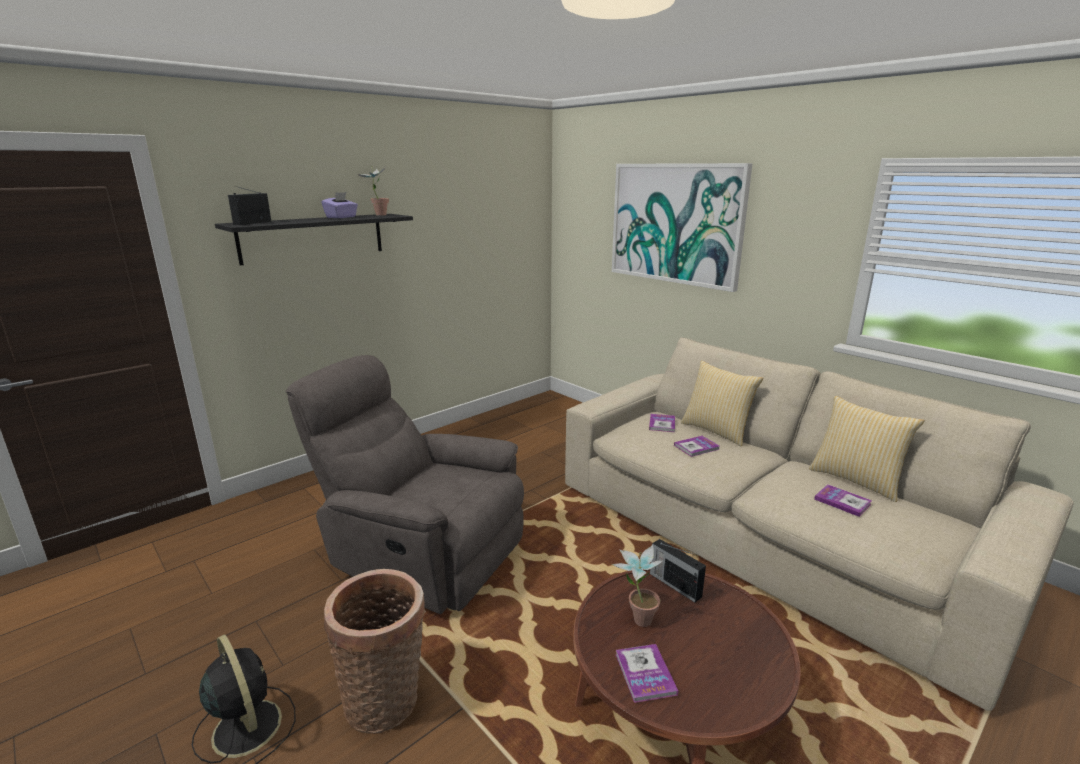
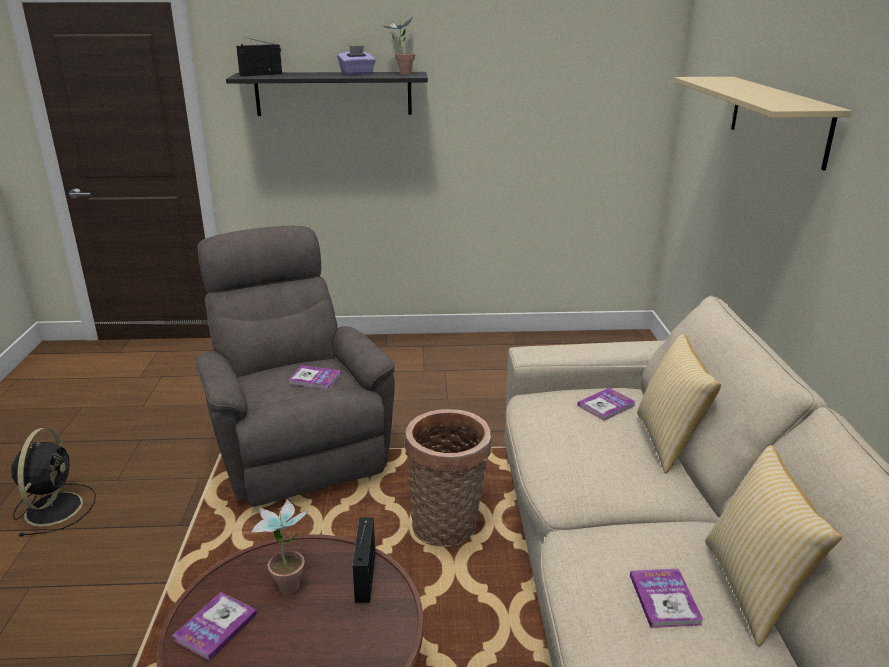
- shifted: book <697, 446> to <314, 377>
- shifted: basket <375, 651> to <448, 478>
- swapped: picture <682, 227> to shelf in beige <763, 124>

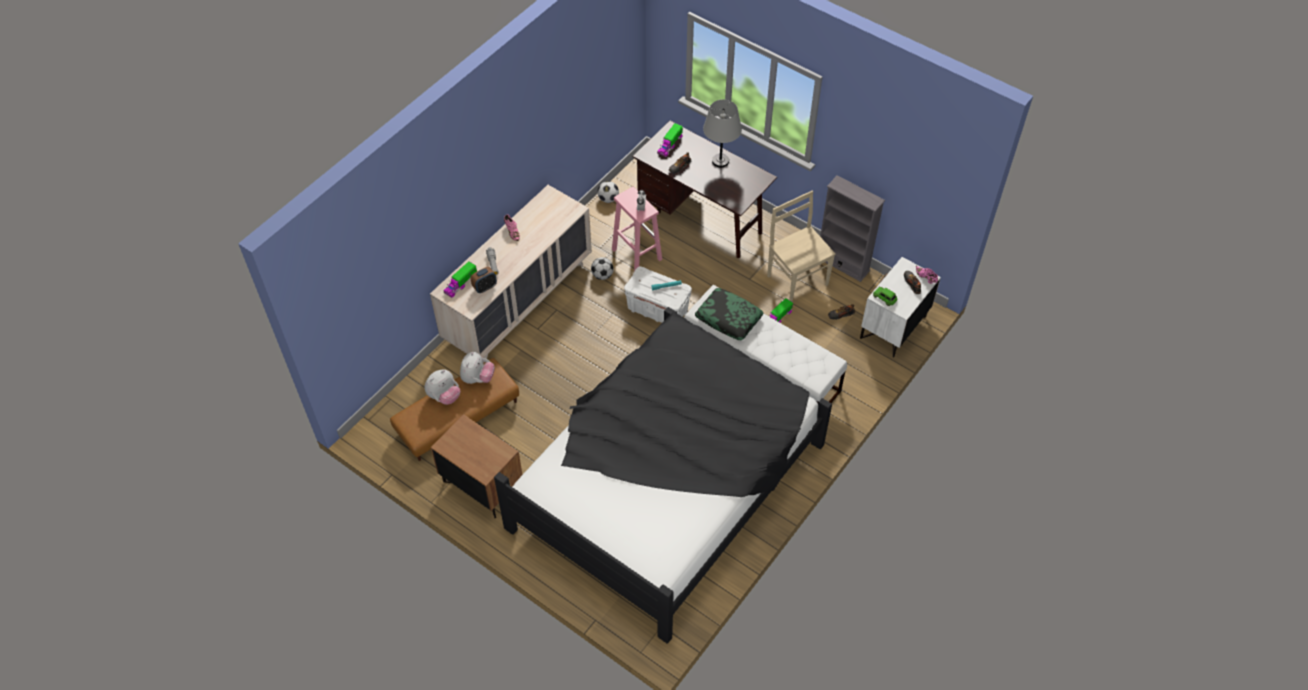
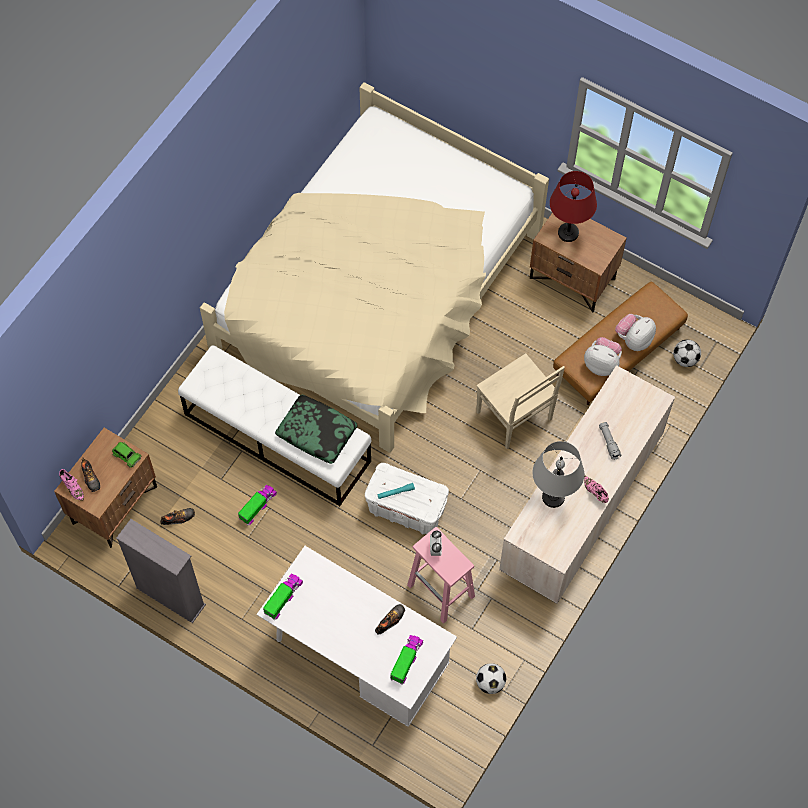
- repainted: nightstand in white <900, 307> to nightstand in brown <105, 488>
- repainted: bed in black <663, 475> to bed in beige <374, 267>
- repainted: desk in brown <704, 189> to desk in white <357, 636>
- shifted: toy truck <460, 279> to <283, 597>
- shifted: chair in beige <801, 246> to <520, 401>
- shifted: table lamp in grey <722, 133> to <558, 474>
- new: table lamp in red <573, 206>
- rotated: plush toy <477, 368> = <603, 356> 105 degrees clockwise
- shifted: football <602, 268> to <687, 353>
- gone: alarm clock <484, 280>

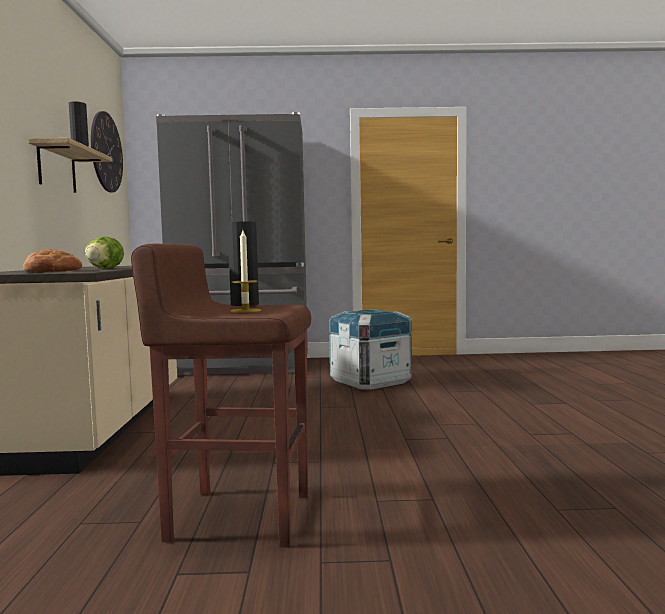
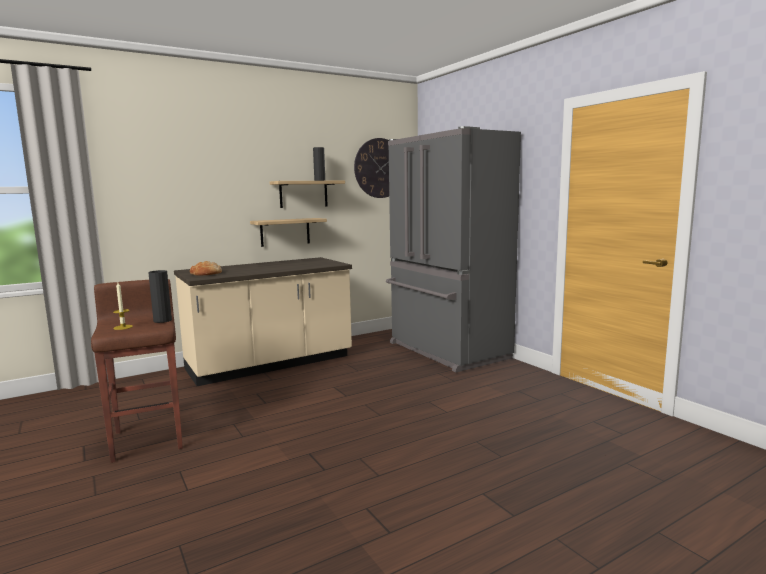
- new: shelf <288, 232>
- gone: lettuce <104, 252>
- gone: crate <370, 349>

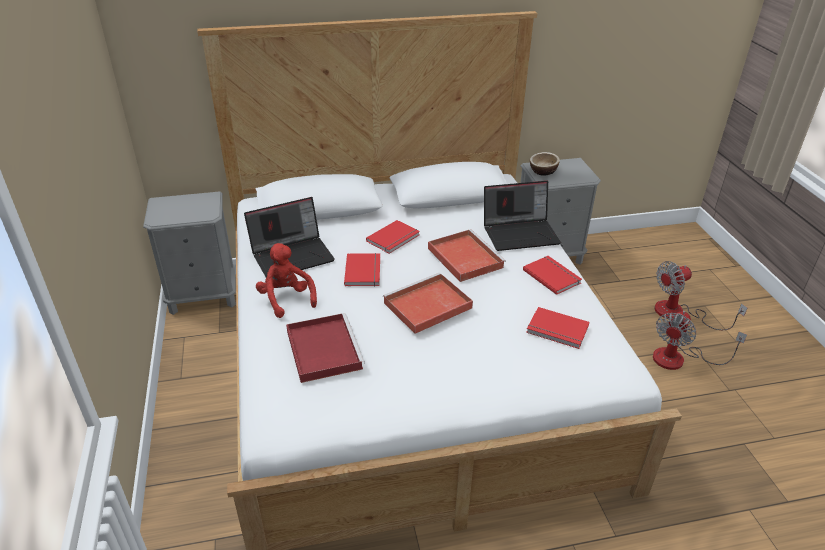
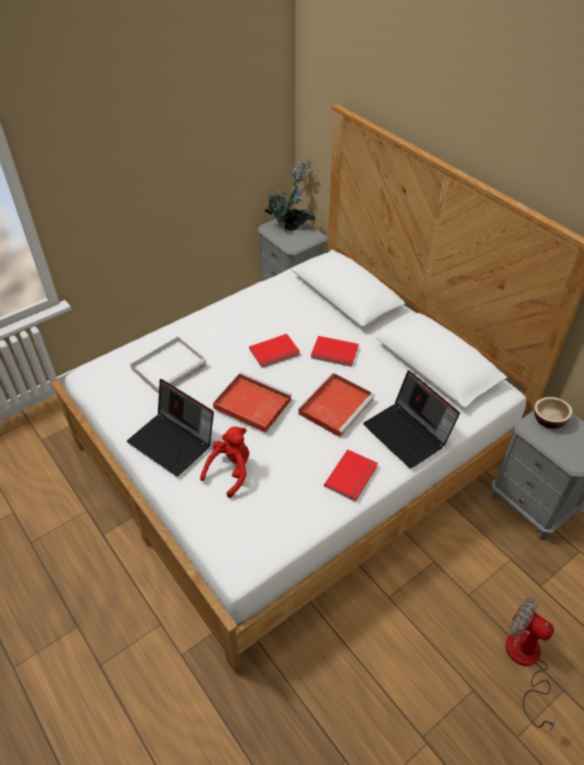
- shifted: laptop <289, 237> to <170, 428>
- repainted: tray in red <325, 348> to tray in white <168, 365>
- shifted: plush toy in red <286, 280> to <224, 462>
- new: potted plant <290, 195>
- gone: book in red <557, 328>
- gone: fan <700, 340>

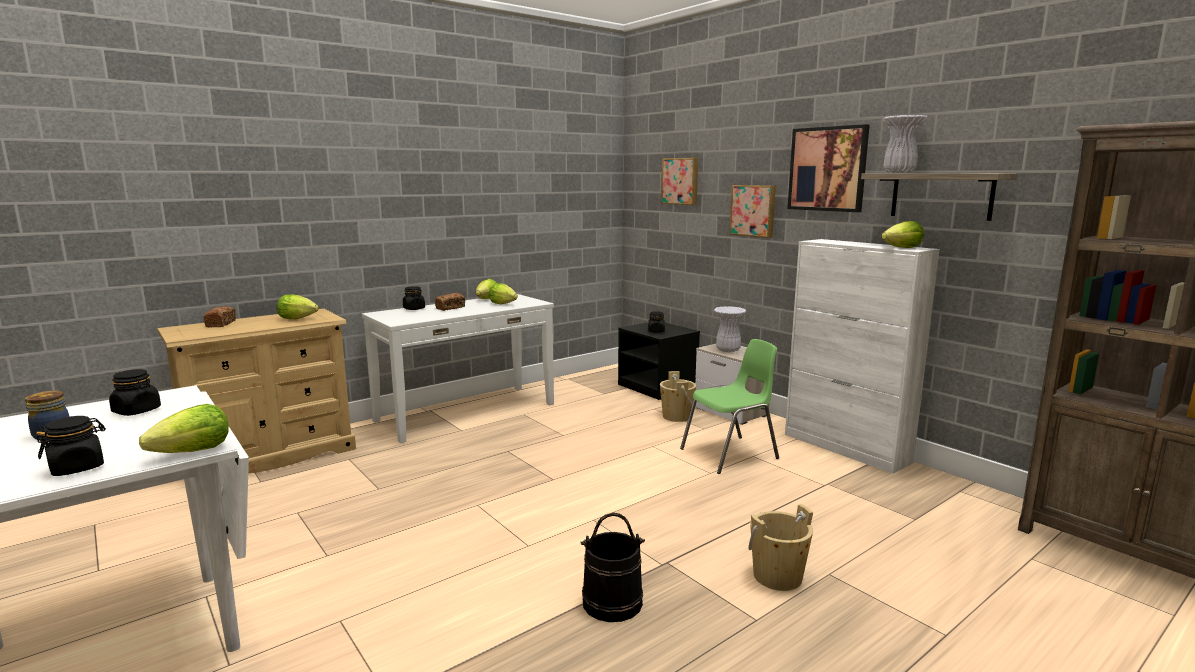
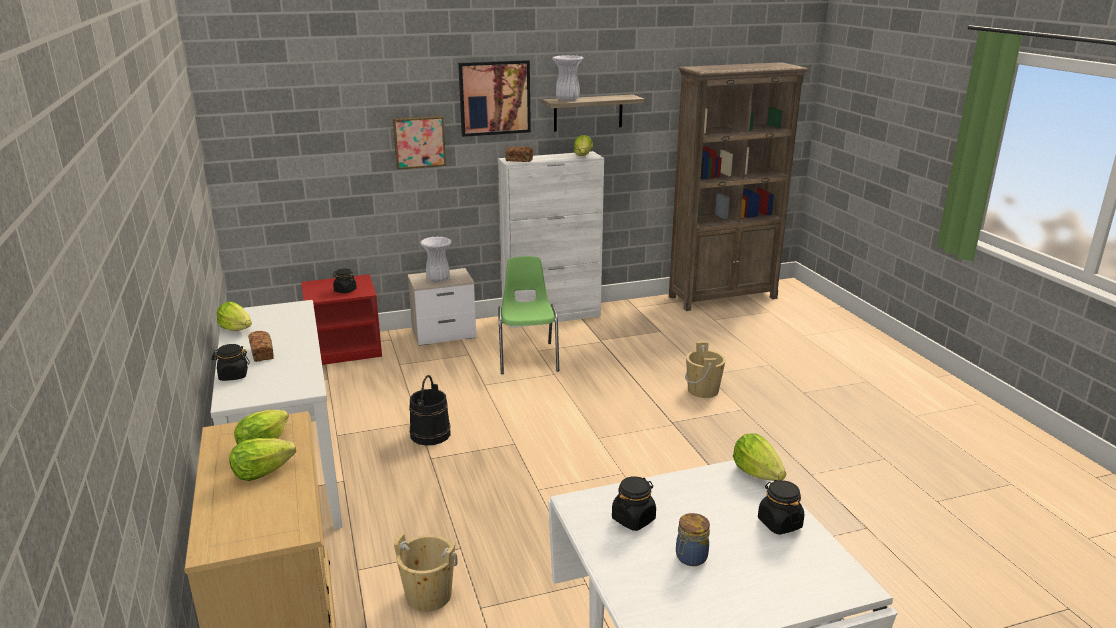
- shifted: lettuce <503, 293> to <262, 459>
- repainted: nightstand in black <659, 361> to nightstand in red <341, 319>
- shifted: bucket in beige <678, 396> to <425, 572>
- shifted: bucket in black <613, 567> to <429, 410>
- shifted: bread <219, 316> to <519, 154>
- gone: picture <679, 181>

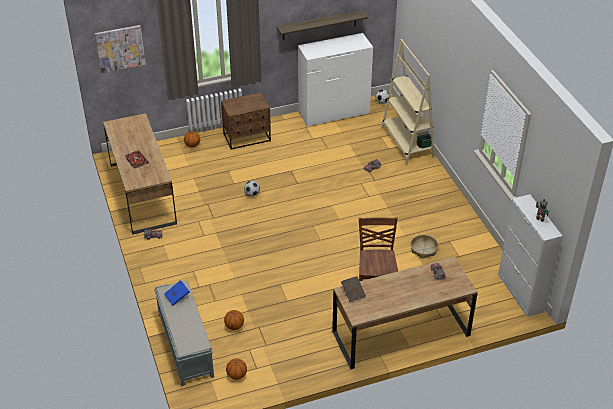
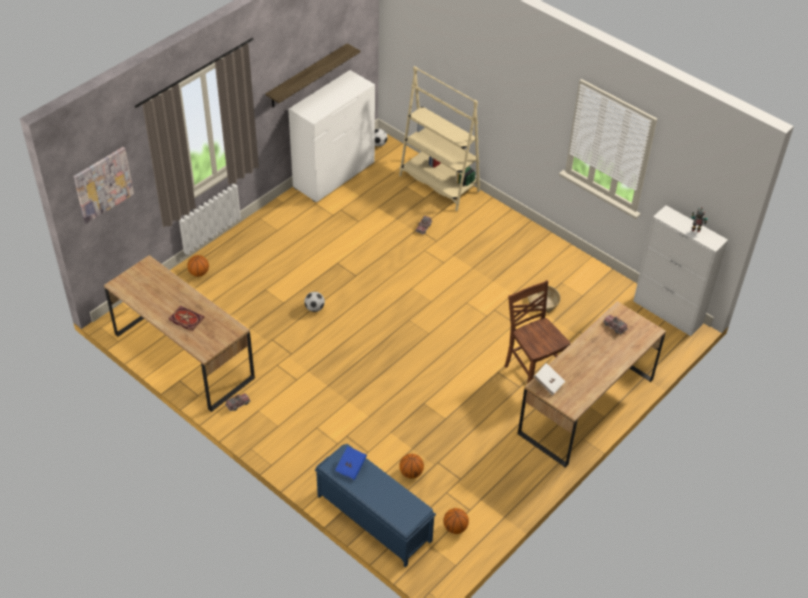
- repainted: bench in grey <184, 333> to bench in blue <375, 505>
- repainted: book in brown <353, 289> to book in white <549, 379>
- gone: nightstand in brown <246, 121>

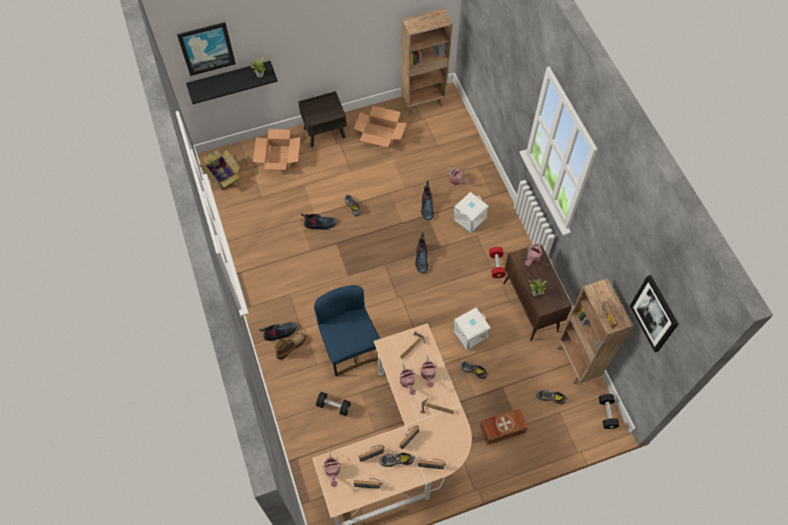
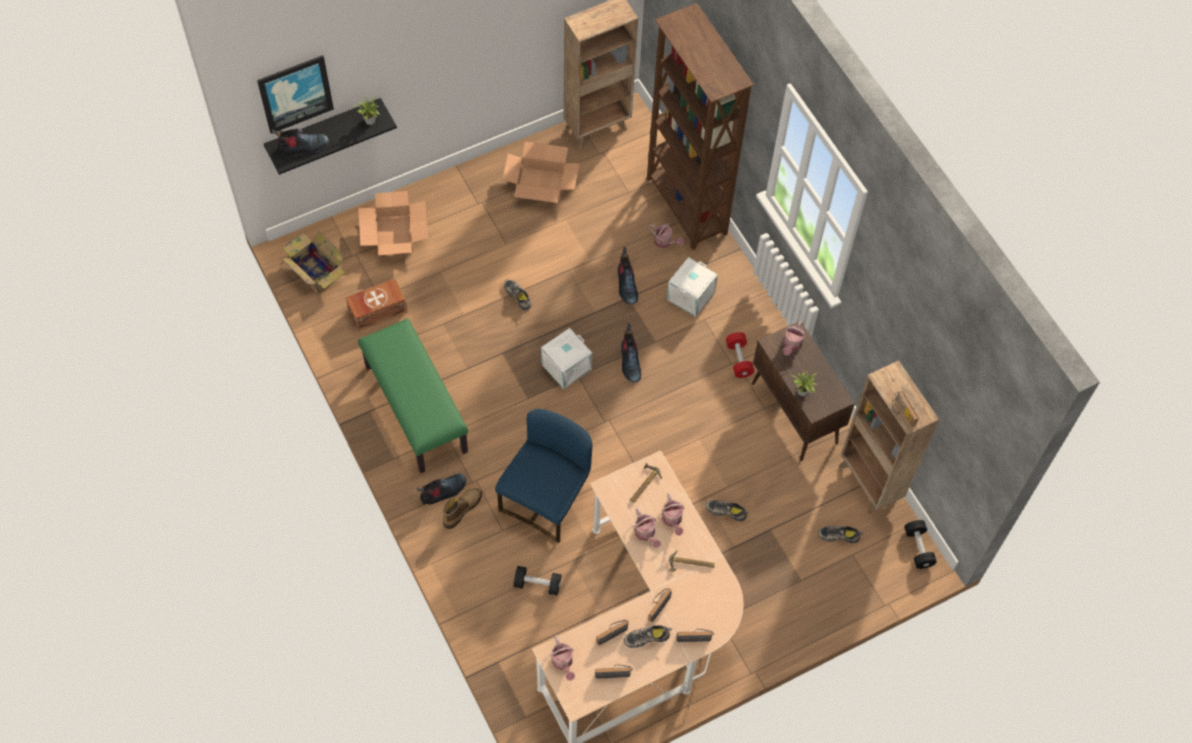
- shifted: boot <319, 221> to <300, 142>
- shifted: storage box in brown <503, 426> to <376, 305>
- new: bench in green <413, 395>
- rotated: chair in blue <347, 330> = <543, 476> 60 degrees clockwise
- shifted: storage box in white <472, 328> to <566, 358>
- new: bookcase in brown <700, 126>
- gone: nightstand in brown <322, 119>
- gone: picture <654, 313>

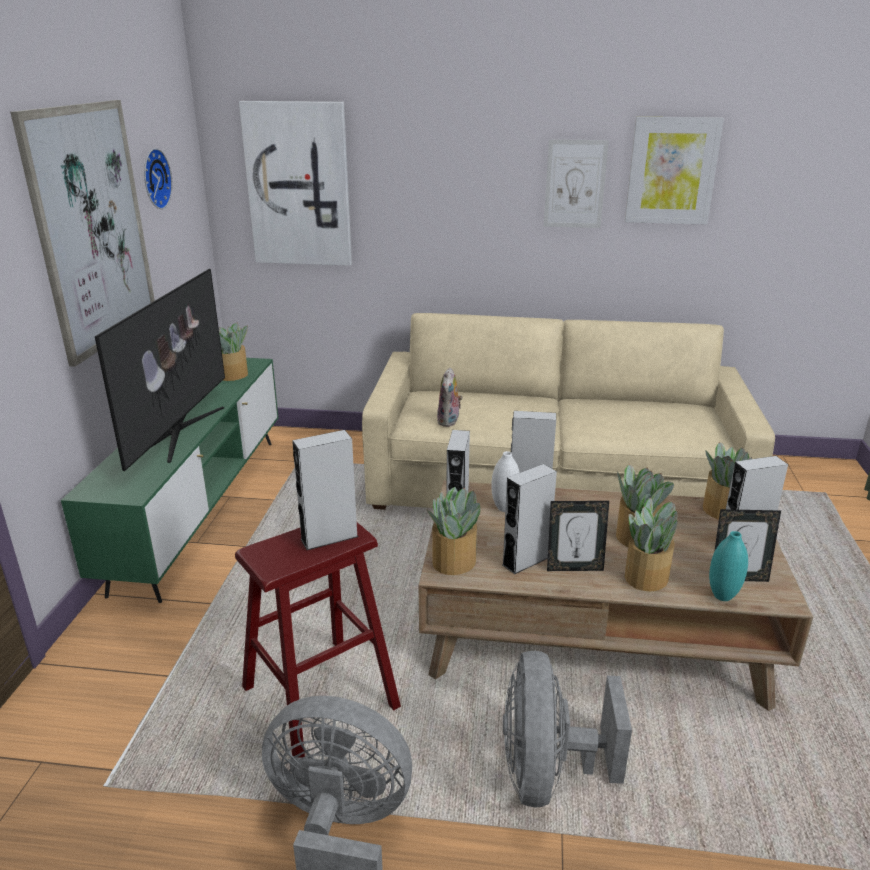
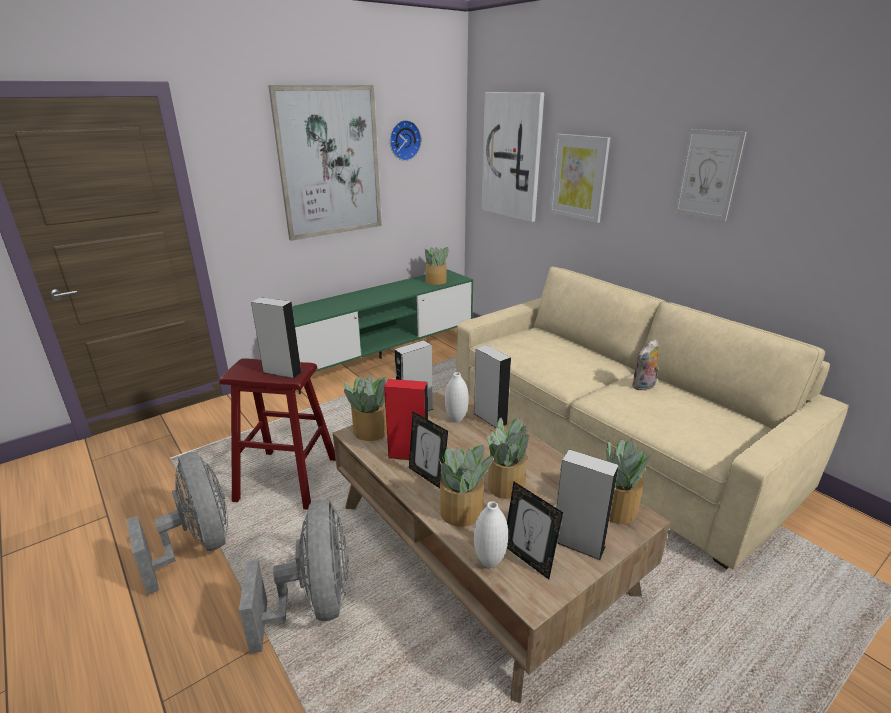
- rotated: fan in grey <567, 729> = <294, 577> 120 degrees clockwise
- repainted: speaker in grey <529, 519> to speaker in red <406, 419>
- repainted: vase in turquoise <728, 566> to vase in white <491, 534>
- shifted: picture <674, 171> to <579, 178>
- shifted: plush toy <450, 397> to <645, 364>
- gone: television <160, 370>

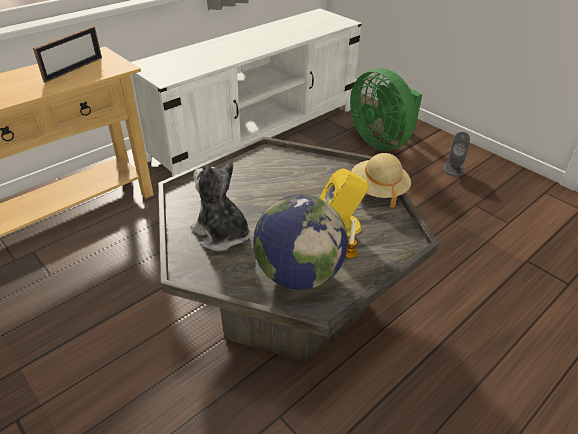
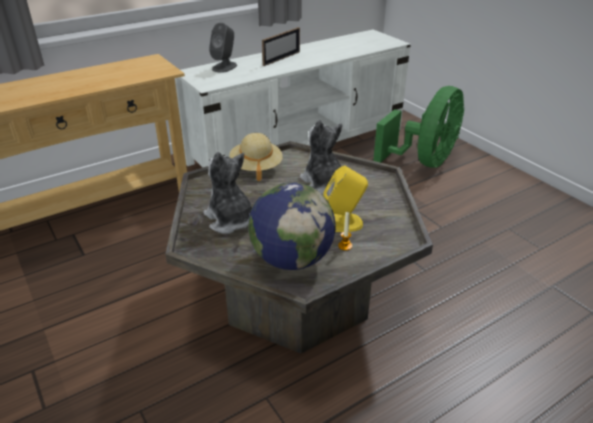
- shifted: speaker in grey <457, 154> to <223, 48>
- shifted: hat in beige <381, 180> to <256, 157>
- shifted: picture frame <67, 54> to <281, 46>
- new: plush toy <321, 157>
- rotated: fan in green <386, 109> = <418, 127> 120 degrees counterclockwise

